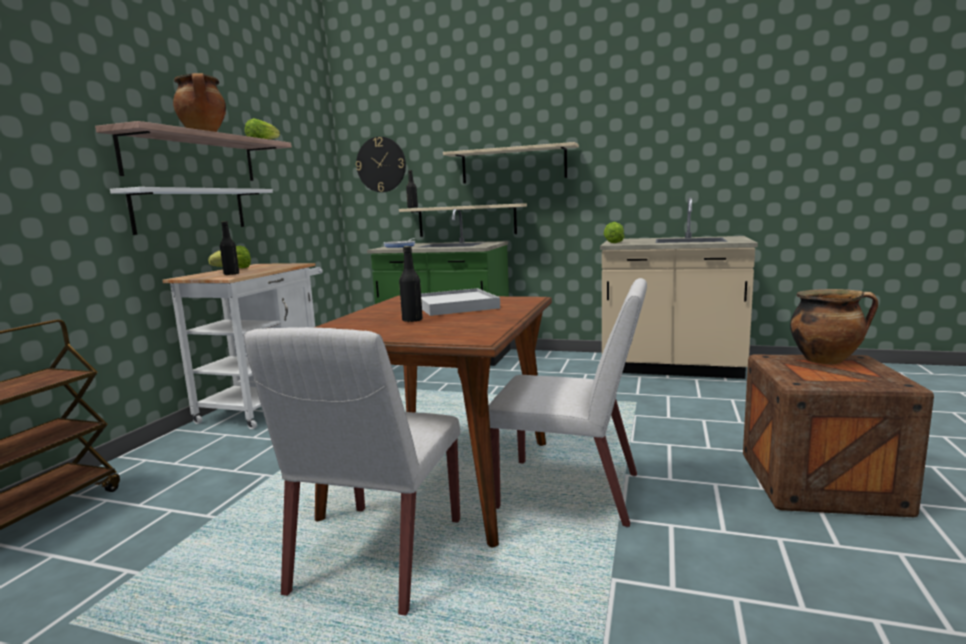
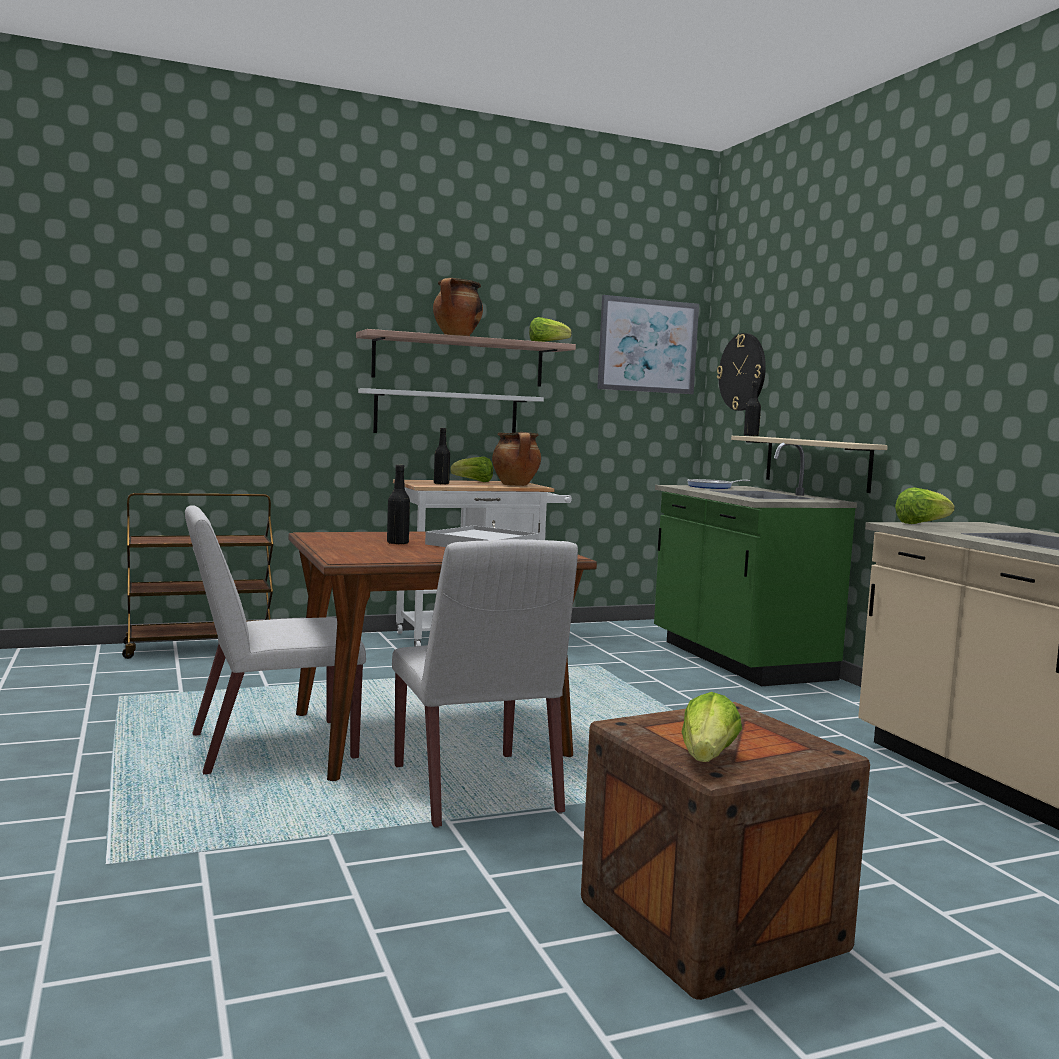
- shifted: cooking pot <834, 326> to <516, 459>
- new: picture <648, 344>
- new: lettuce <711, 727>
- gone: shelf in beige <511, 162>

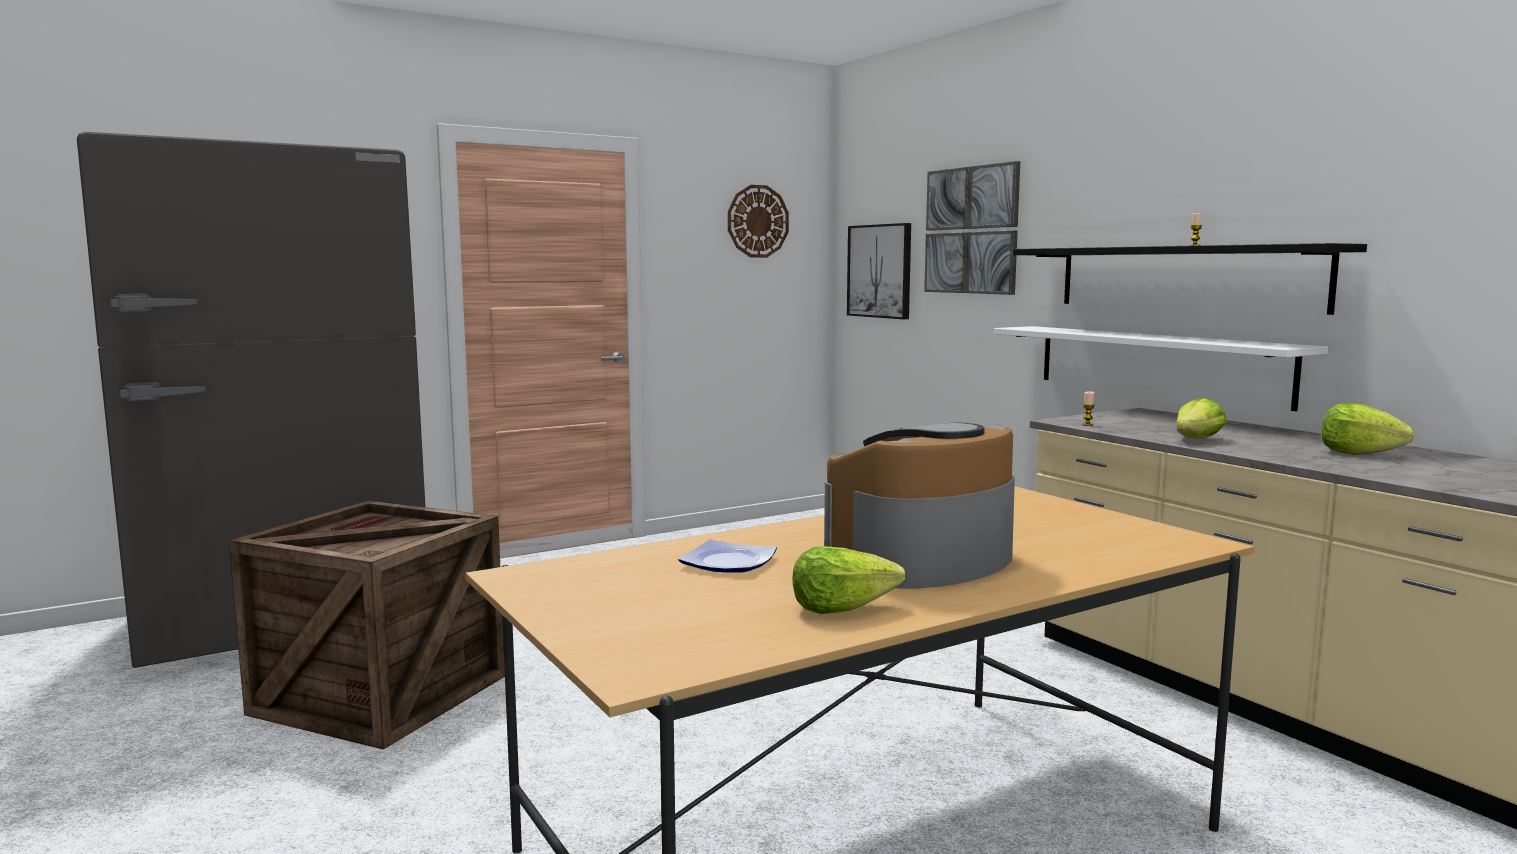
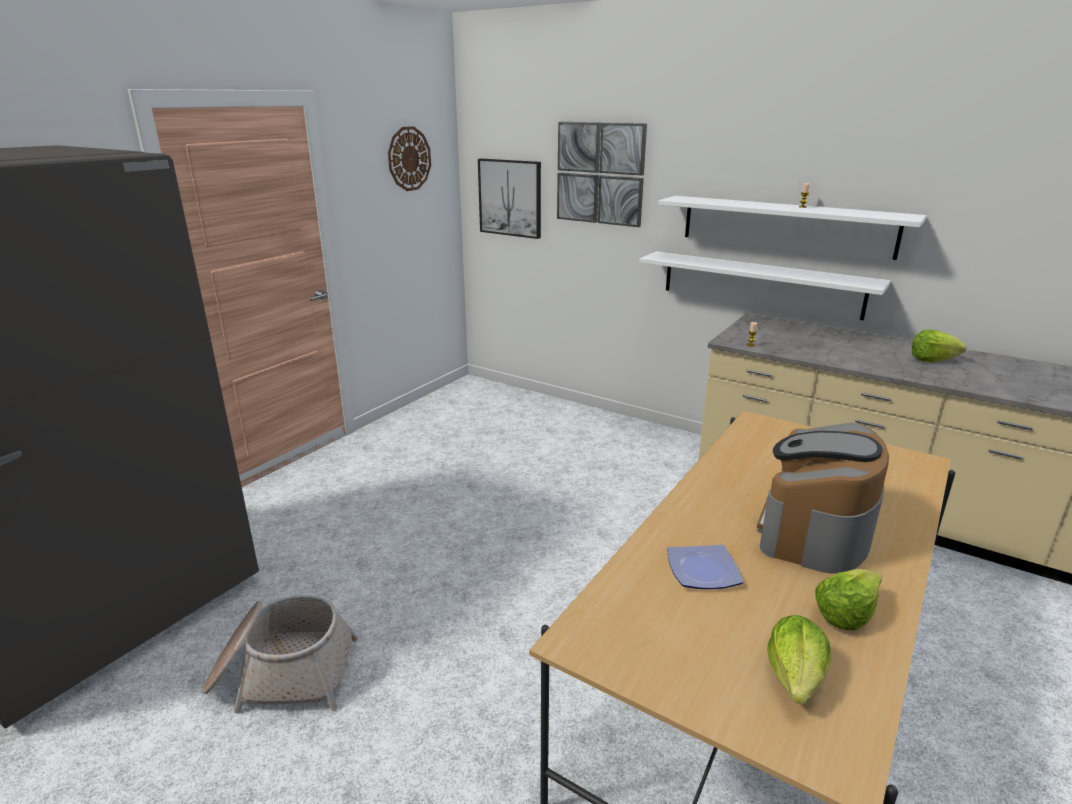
- swapped: crate <367, 625> to basket <280, 654>
- repainted: shelf in black <1190, 279> to shelf in white <792, 228>
- shifted: lettuce <1201, 418> to <799, 659>

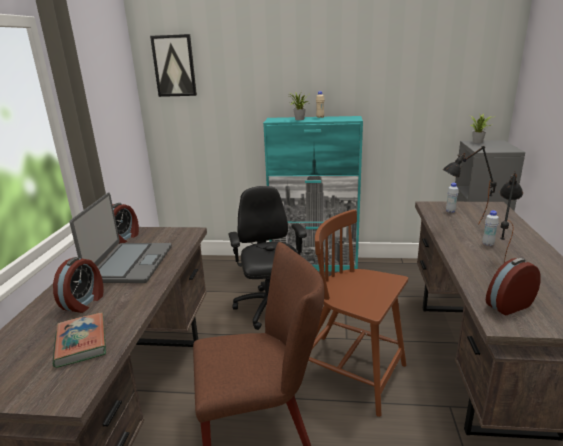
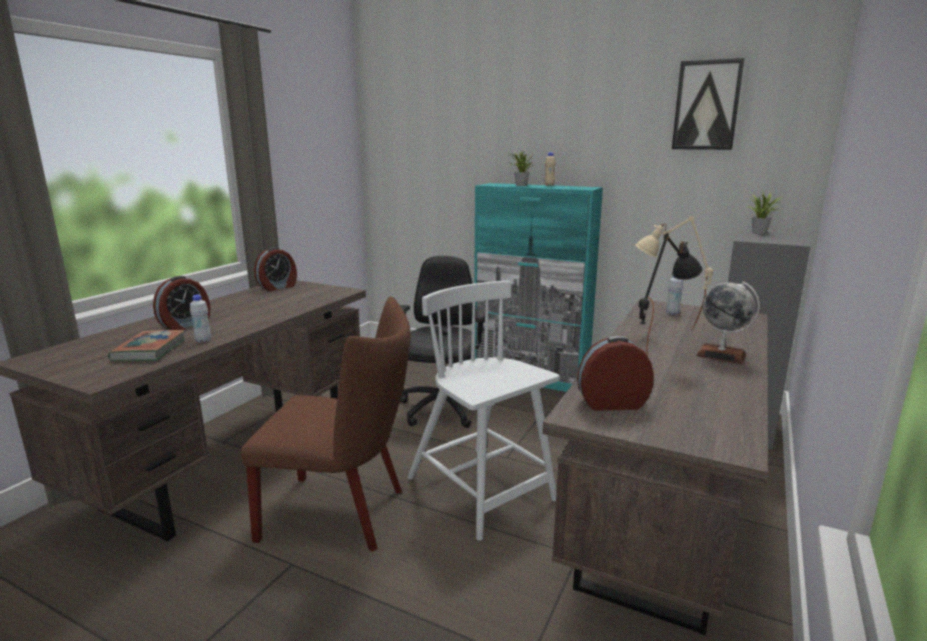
- shifted: bottle in white <490, 228> to <200, 319>
- repainted: chair in brown <358, 313> to chair in white <484, 411>
- repainted: table lamp in black <470, 185> to table lamp in beige <674, 272>
- shifted: picture <173, 65> to <708, 104>
- new: globe <728, 322>
- gone: laptop <121, 238>

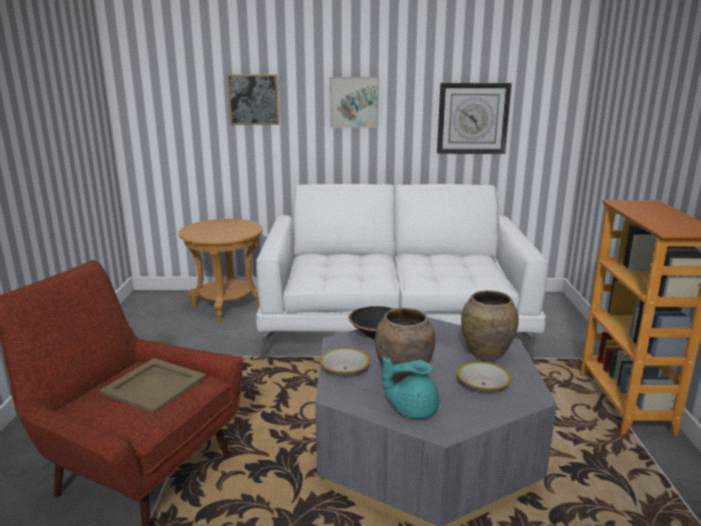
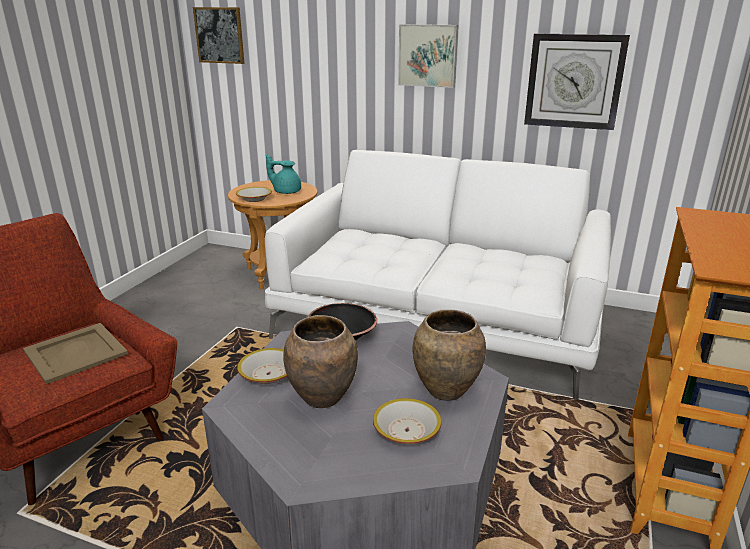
- shifted: picture <253, 99> to <218, 35>
- new: bowl <254, 194>
- shifted: teapot in turquoise <410, 387> to <283, 174>

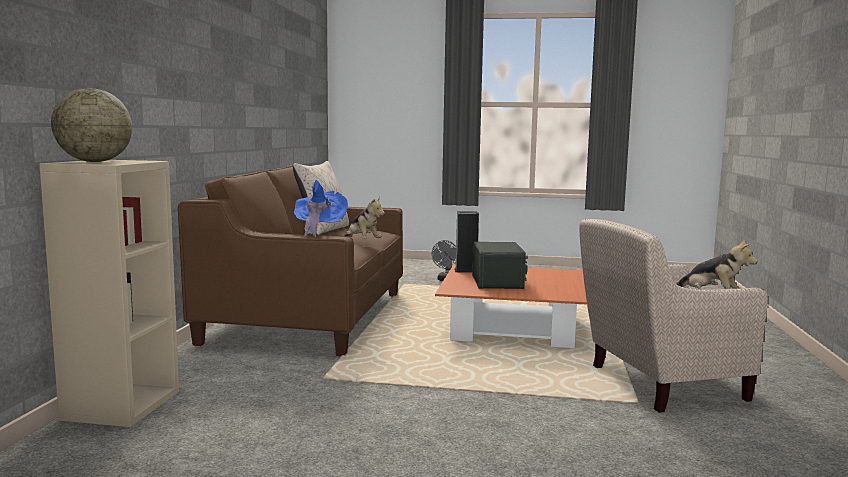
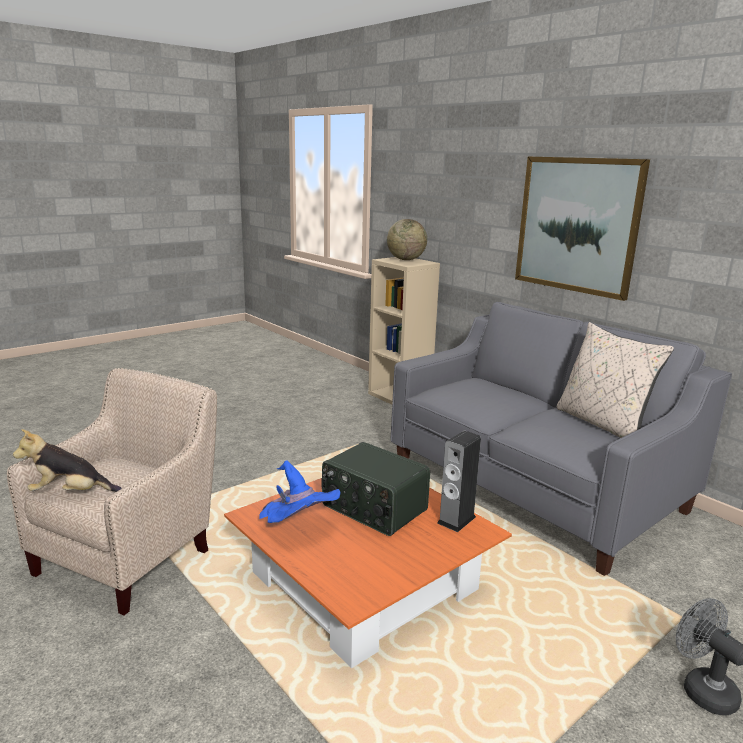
- shifted: hat in blue <321, 208> to <299, 491>
- repainted: sofa in brown <290, 260> to sofa in grey <561, 439>
- new: picture <582, 229>
- gone: plush toy <364, 218>

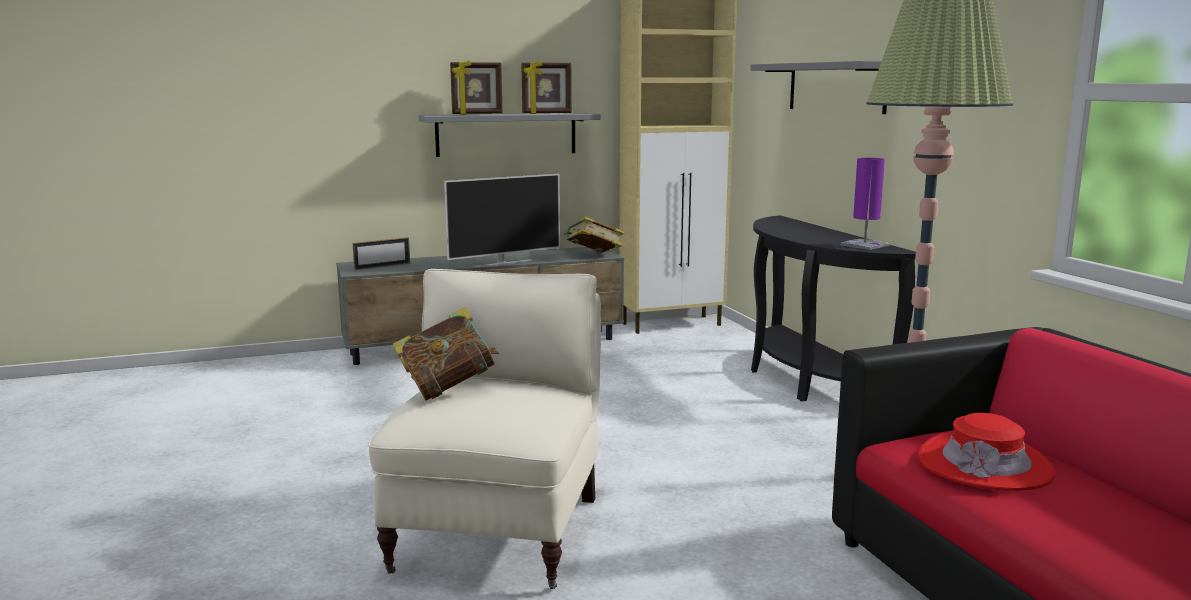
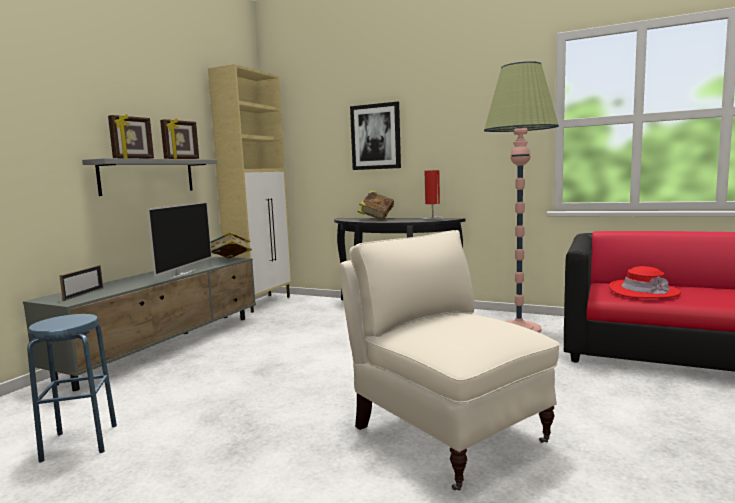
- new: stool in blue <72, 388>
- swapped: shelf in grey <818, 87> to picture <375, 135>
- shifted: book <446, 354> to <376, 205>
- repainted: table lamp in purple <865, 204> to table lamp in red <433, 195>

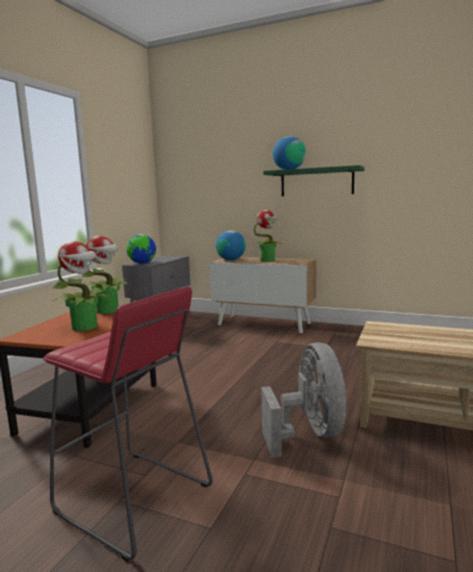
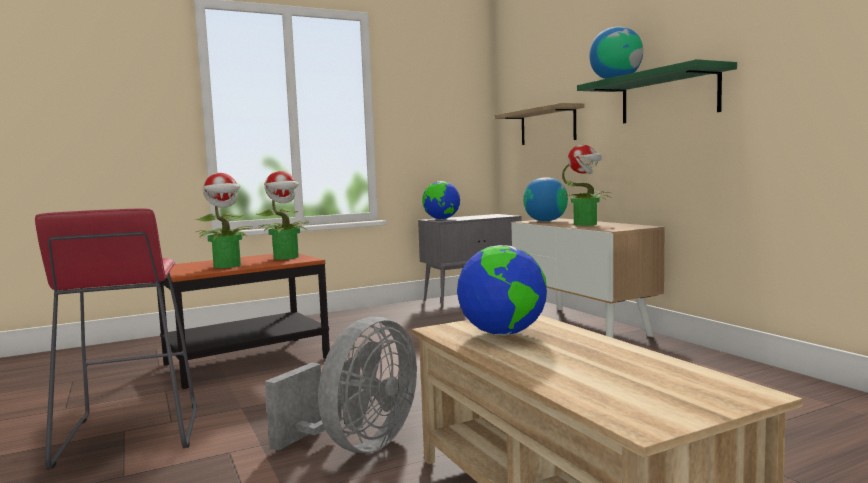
- new: globe <502, 290>
- new: shelf <540, 124>

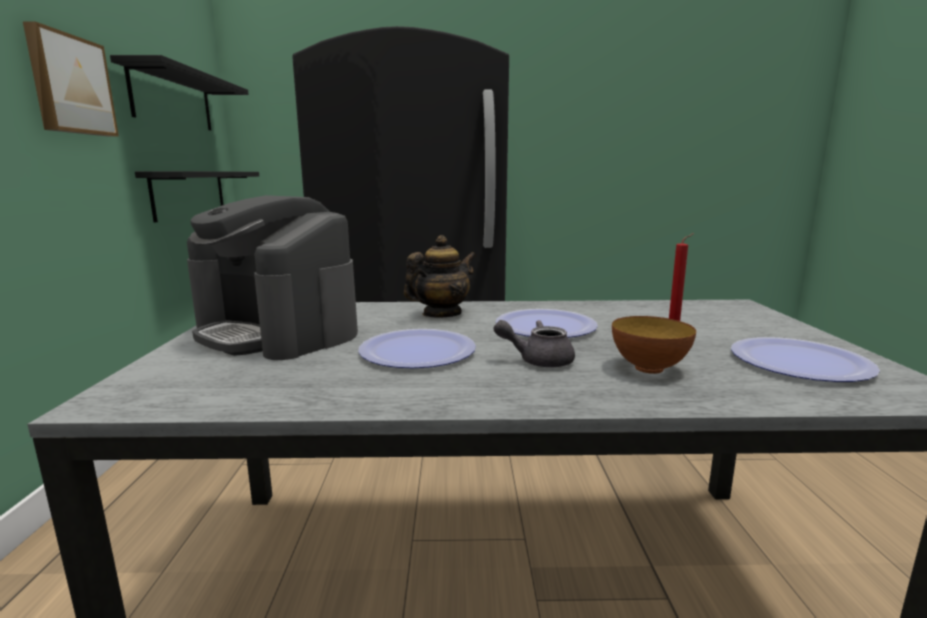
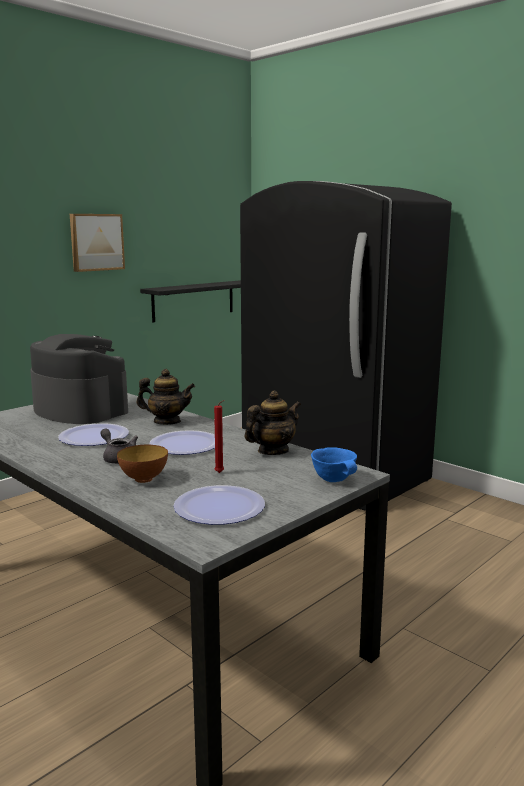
- rotated: coffee machine <272, 277> = <79, 379> 135 degrees clockwise
- new: teapot <273, 423>
- new: bowl in blue <334, 464>
- gone: shelf in black <179, 93>

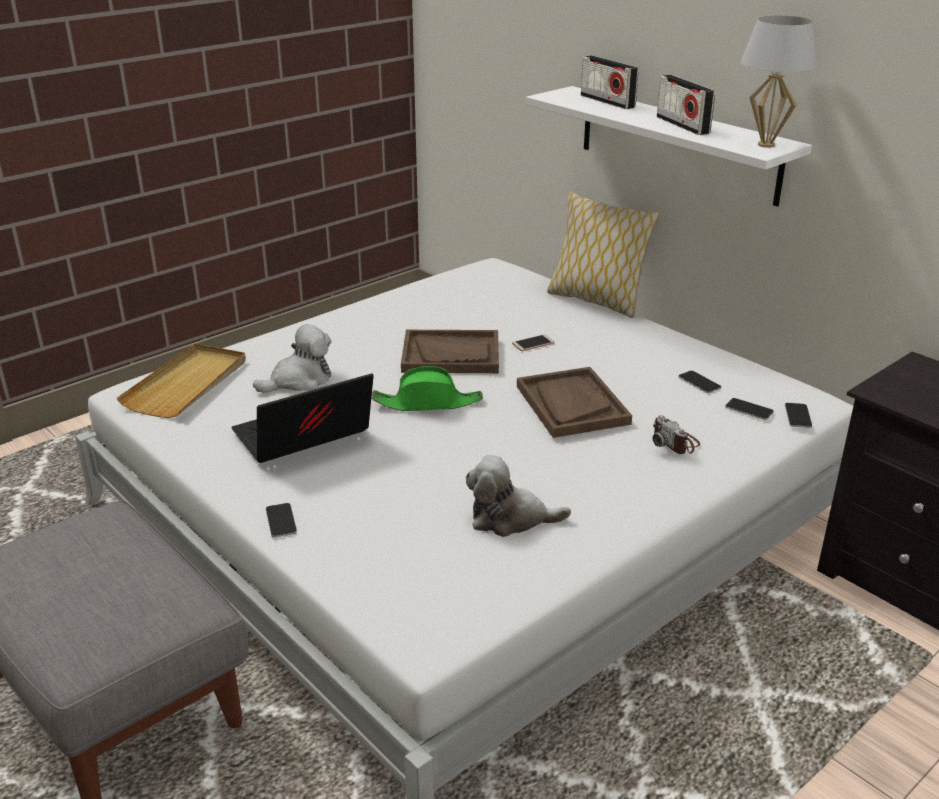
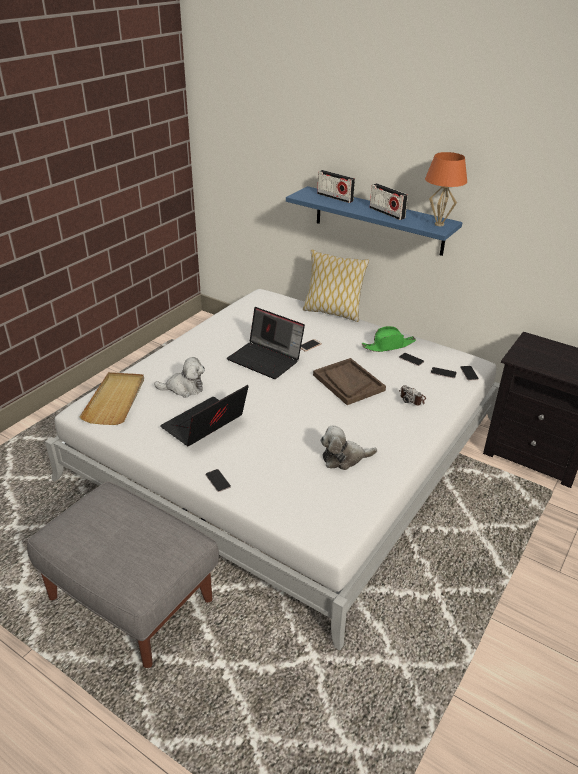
- rotated: plush toy <292, 358> = <179, 377> 45 degrees clockwise
- swapped: tray in brown <450, 351> to laptop <266, 343>
- repainted: shelf in white <669, 146> to shelf in blue <374, 221>
- shifted: hat in green <427, 388> to <389, 339>
- repainted: table lamp in white <779, 81> to table lamp in orange <446, 189>

